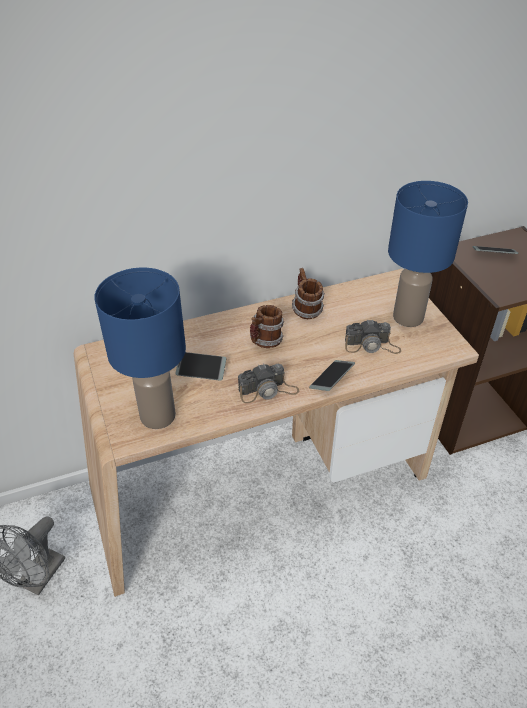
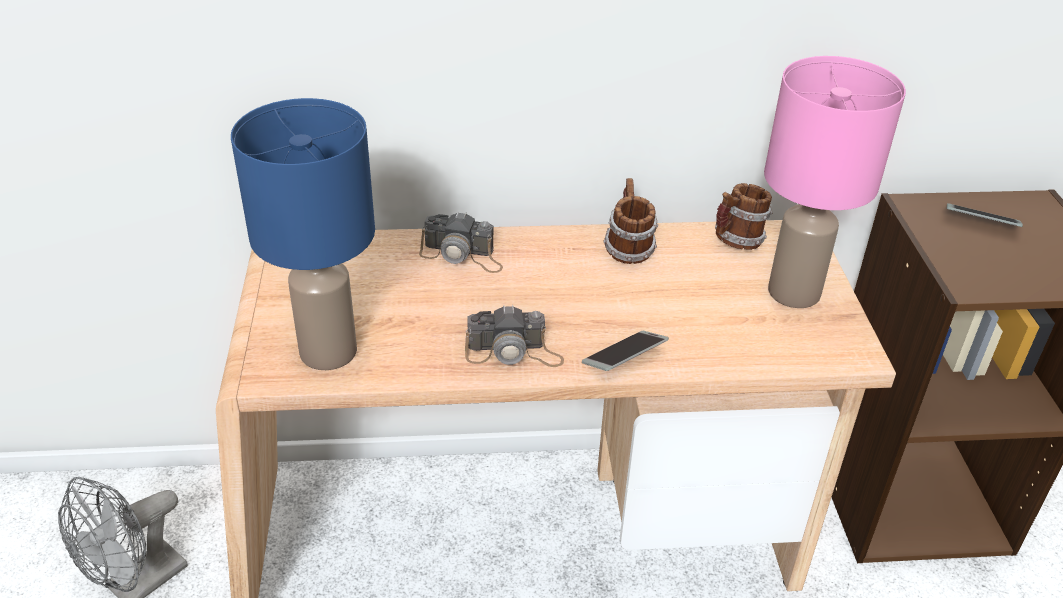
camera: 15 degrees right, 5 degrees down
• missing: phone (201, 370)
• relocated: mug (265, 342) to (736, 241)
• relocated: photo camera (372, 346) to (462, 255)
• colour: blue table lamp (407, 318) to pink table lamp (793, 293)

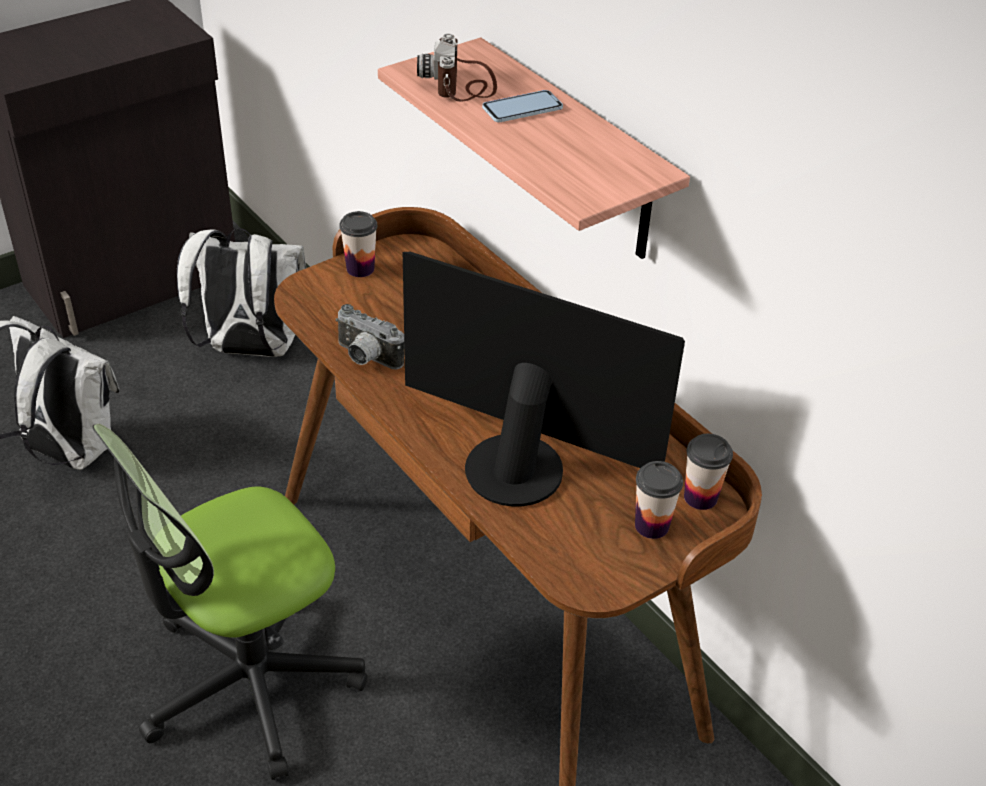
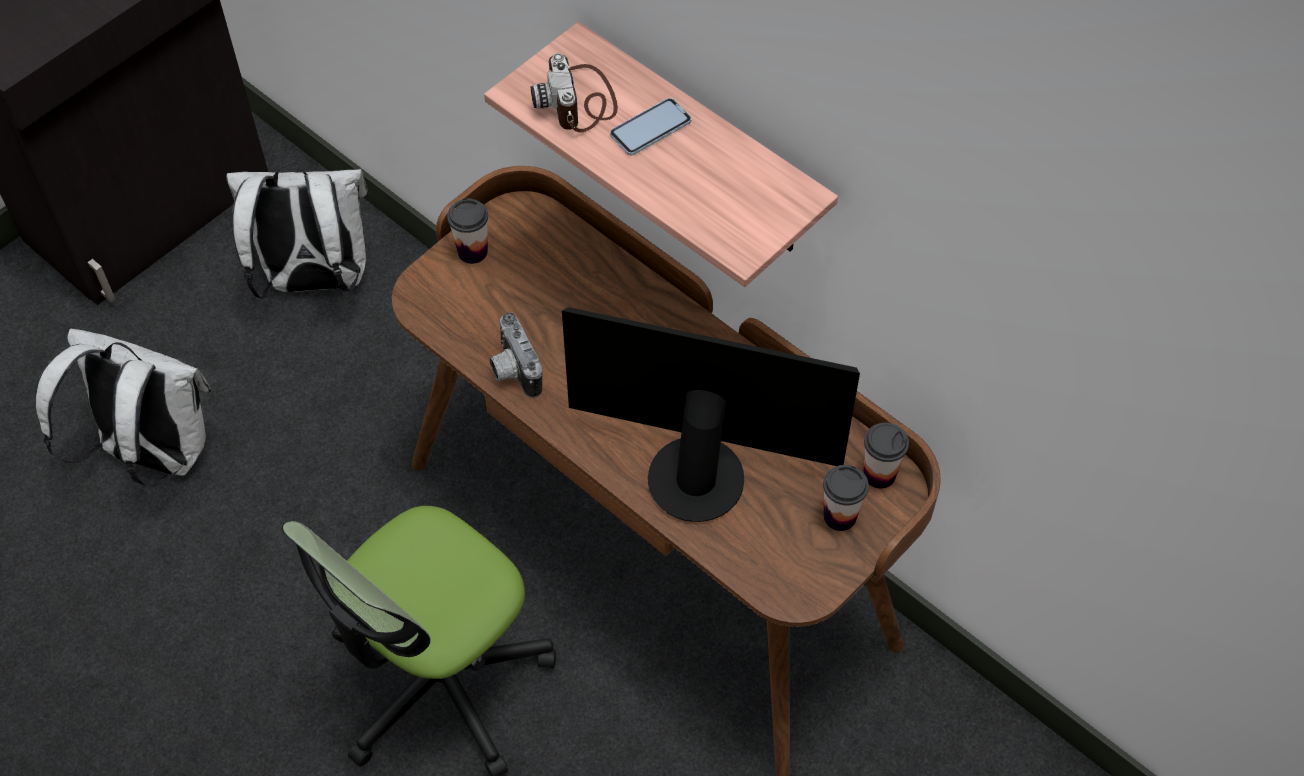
camera: 10 degrees left, 15 degrees up
• spun: photo camera (365, 358) = (512, 370) 45 degrees clockwise

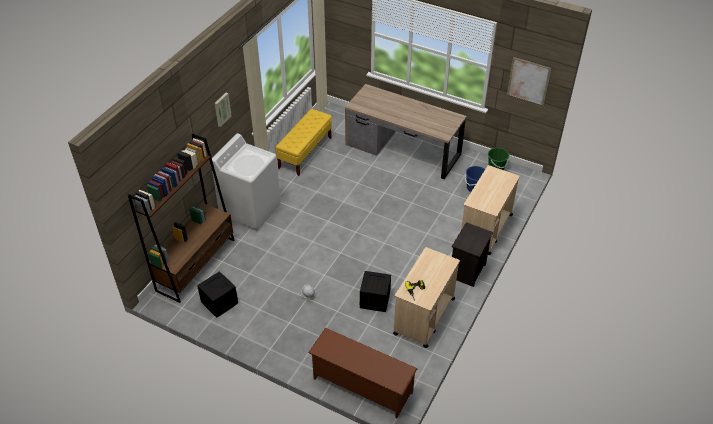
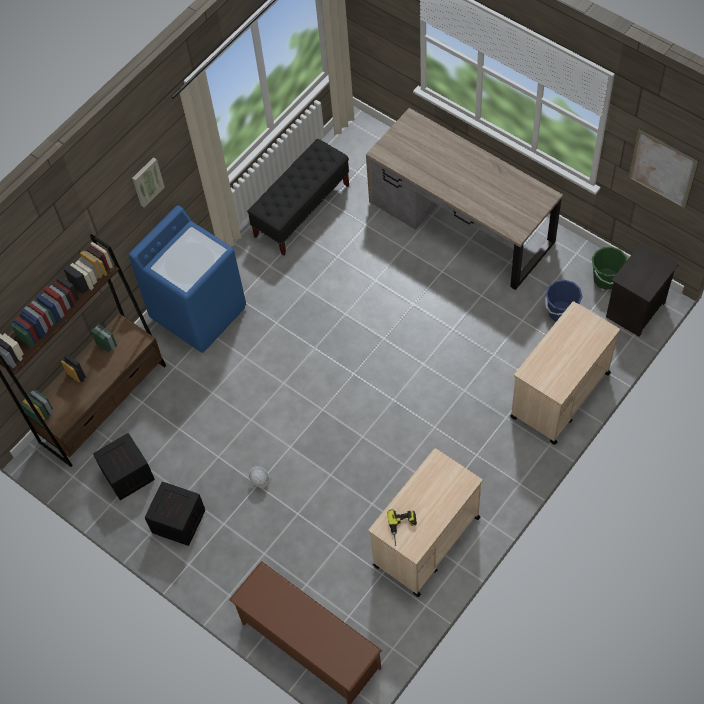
camera: 15 degrees right, 15 degrees up
• colour: white washing machine (251, 210) to blue washing machine (199, 312)
• colour: yellow bench (305, 153) to black bench (302, 211)
• relocated: crate (375, 300) to (179, 522)
• relocated: black nightstand (468, 271) to (636, 311)

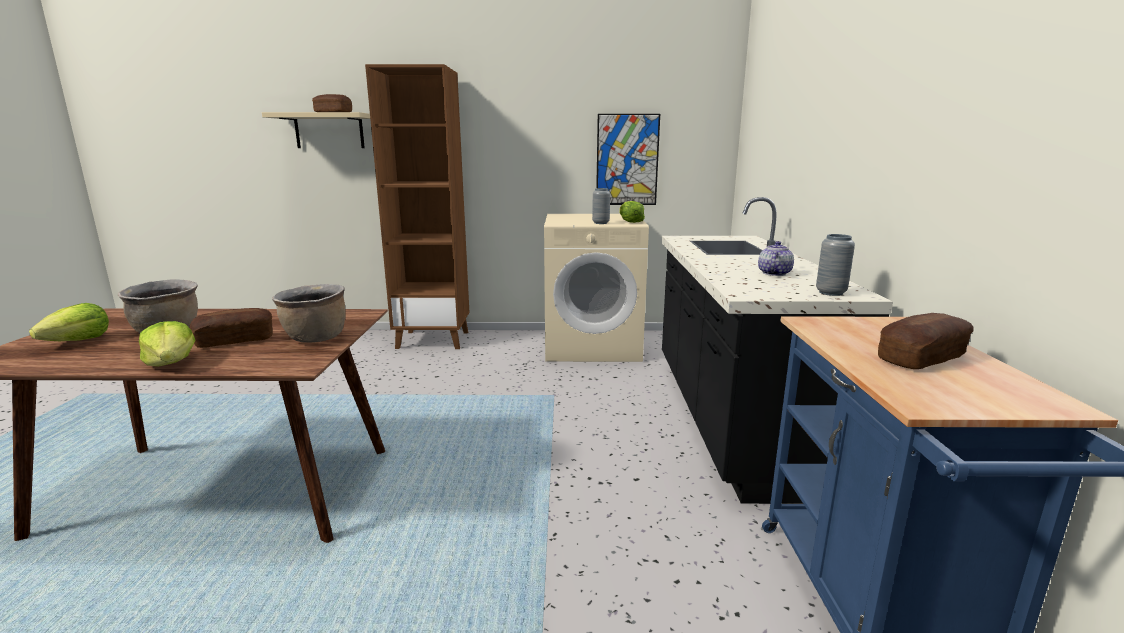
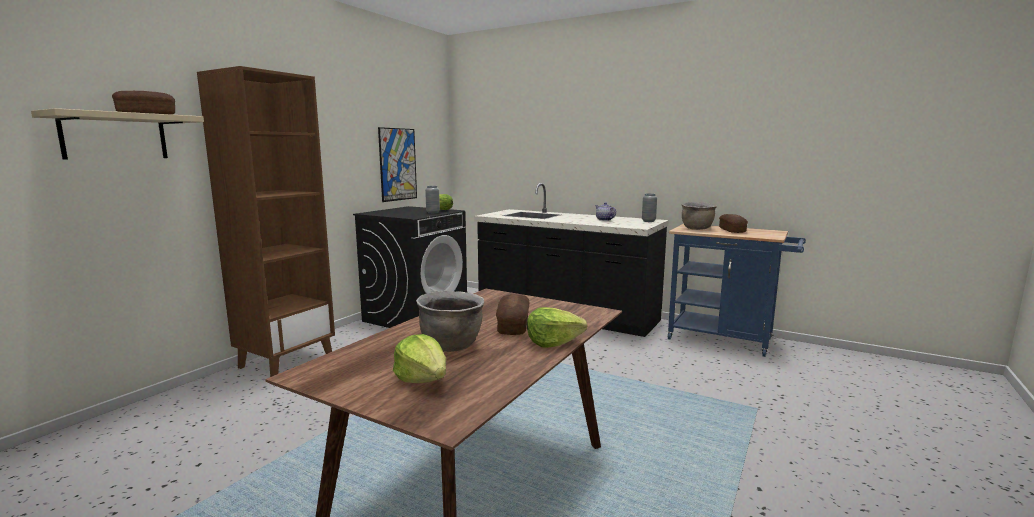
camera: 60 degrees left, 5 degrees down
• relocated: brown cooking pot (315, 338) to (697, 229)
• colour: beige washing machine (592, 346) to black washing machine (416, 316)

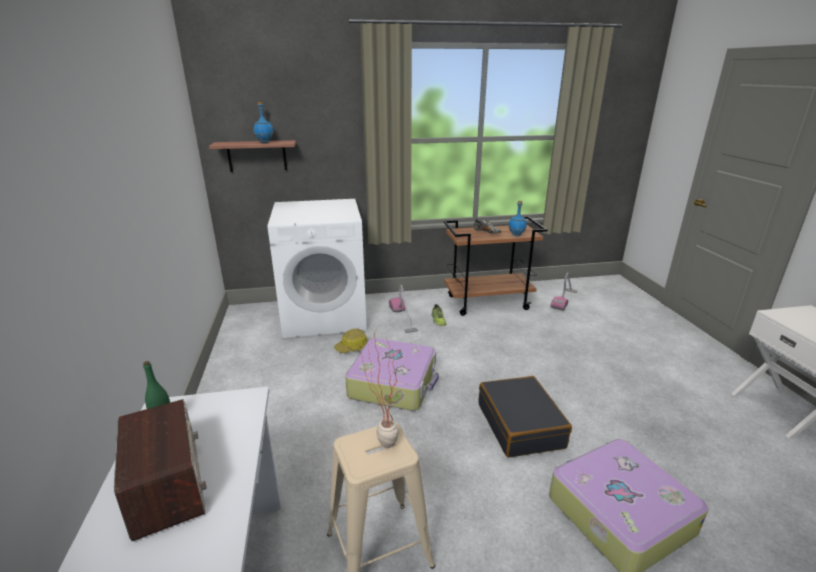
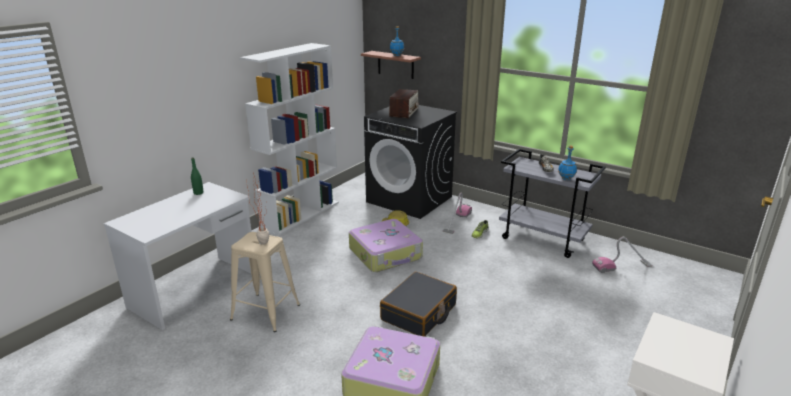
camera: 45 degrees right, 0 degrees up
• relocated: radio (167, 483) to (404, 112)
• colour: white washing machine (325, 315) to black washing machine (410, 199)
• colour: brown cart (488, 302) to grey cart (543, 239)
• appeared: white bookcase (301, 215)

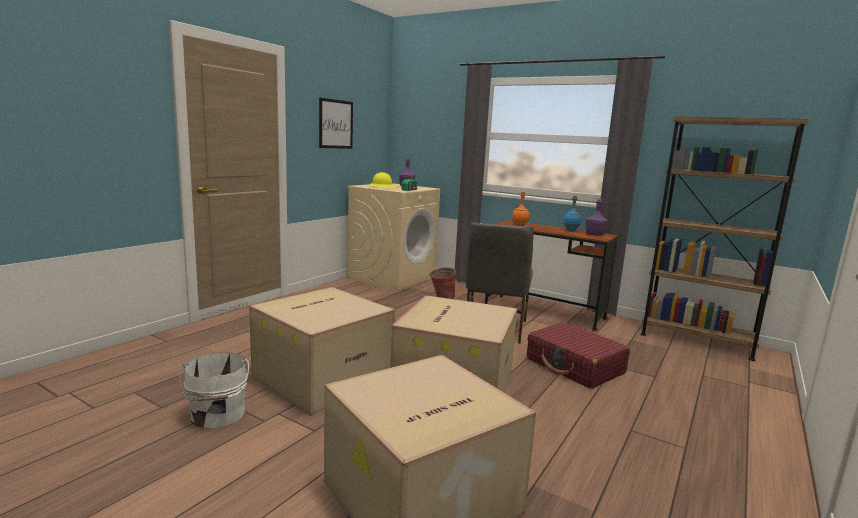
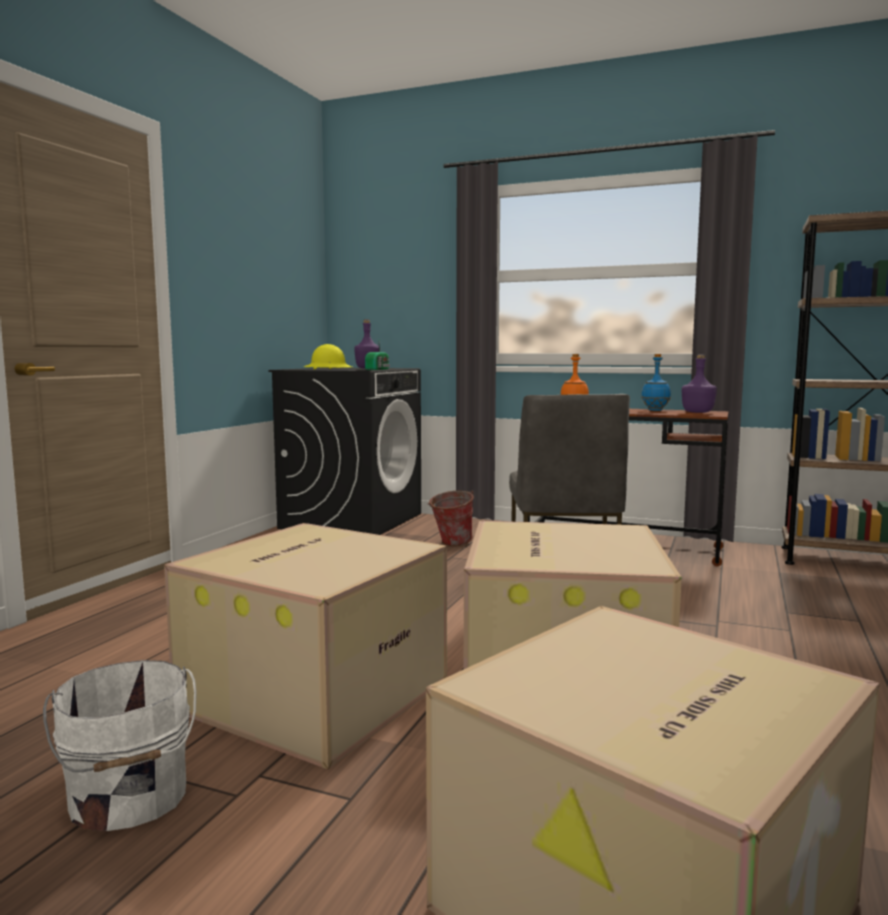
camera: 10 degrees left, 5 degrees down
• missing: picture (336, 124)
• colour: beige washing machine (392, 277) to black washing machine (352, 521)
• missing: red suitcase (575, 366)

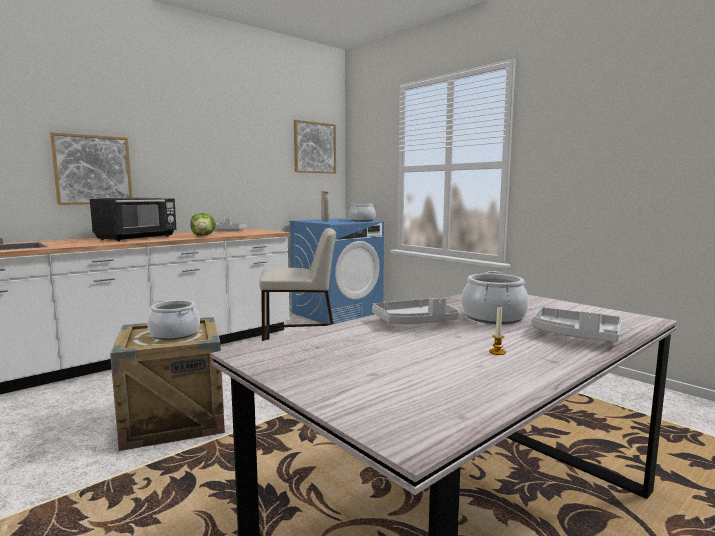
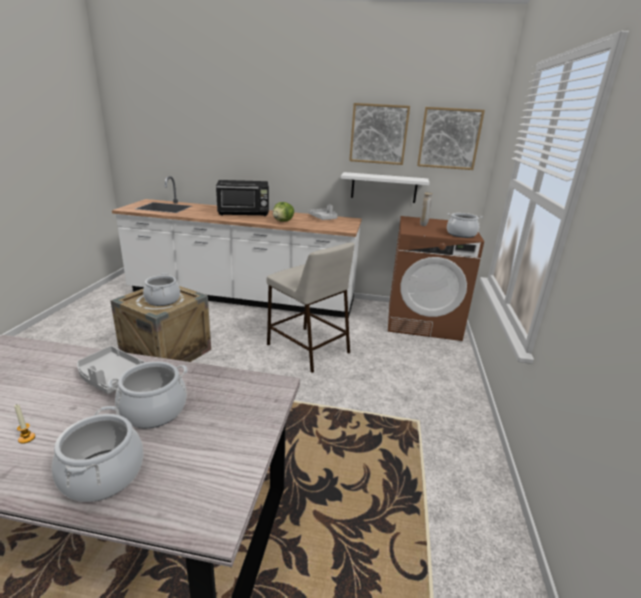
camera: 50 degrees right, 15 degrees up
• relocated: picture (93, 170) to (378, 134)
• colour: blue washing machine (337, 313) to brown washing machine (423, 321)
• exchanged: grey tray (575, 335) to cooking pot (102, 475)
• appeared: white shelf (384, 187)

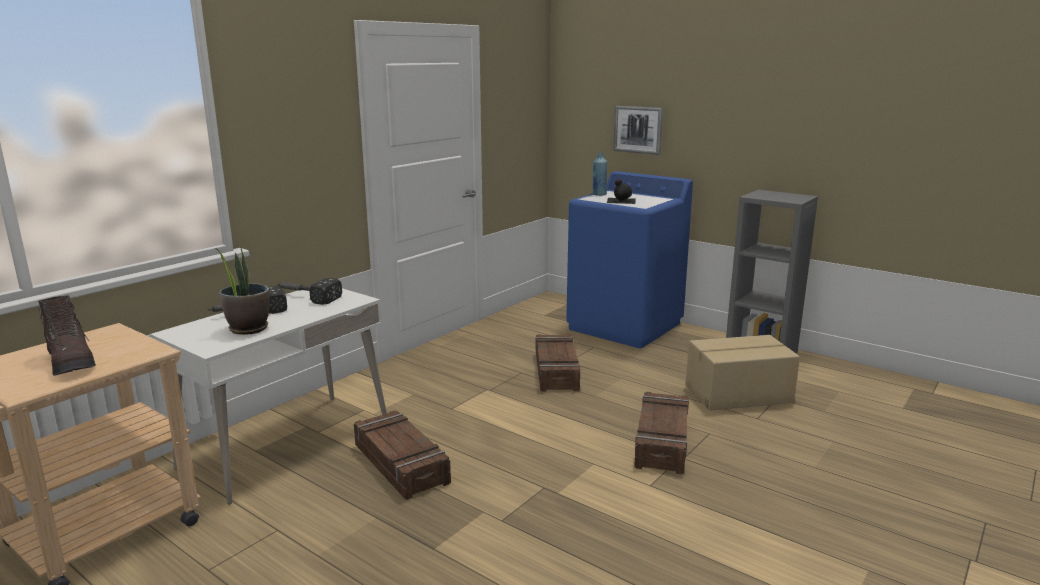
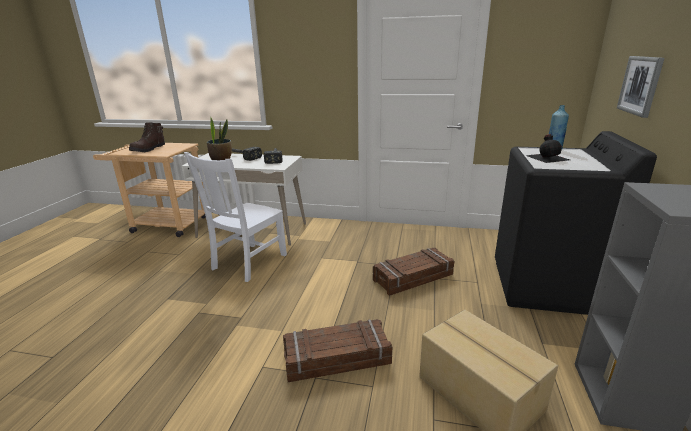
camera: 65 degrees right, 5 degrees up
• exchanged: crate (400, 464) to white chair (247, 263)
• colour: blue washing machine (625, 326) to black washing machine (545, 286)

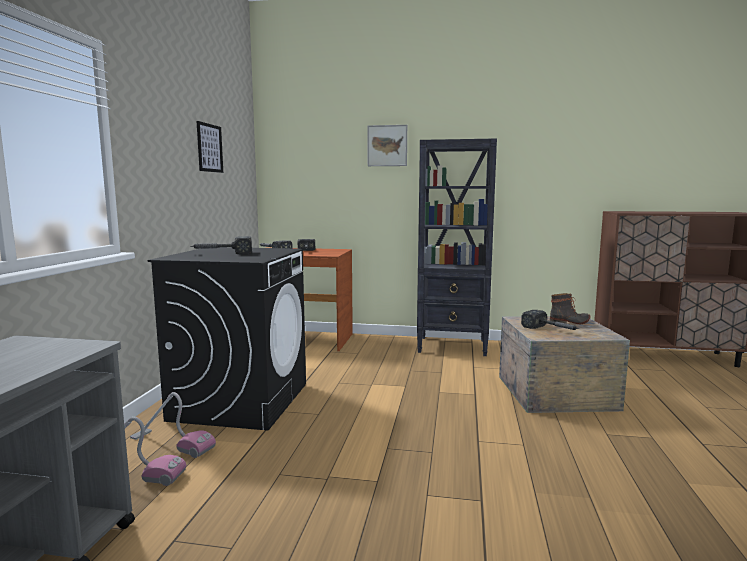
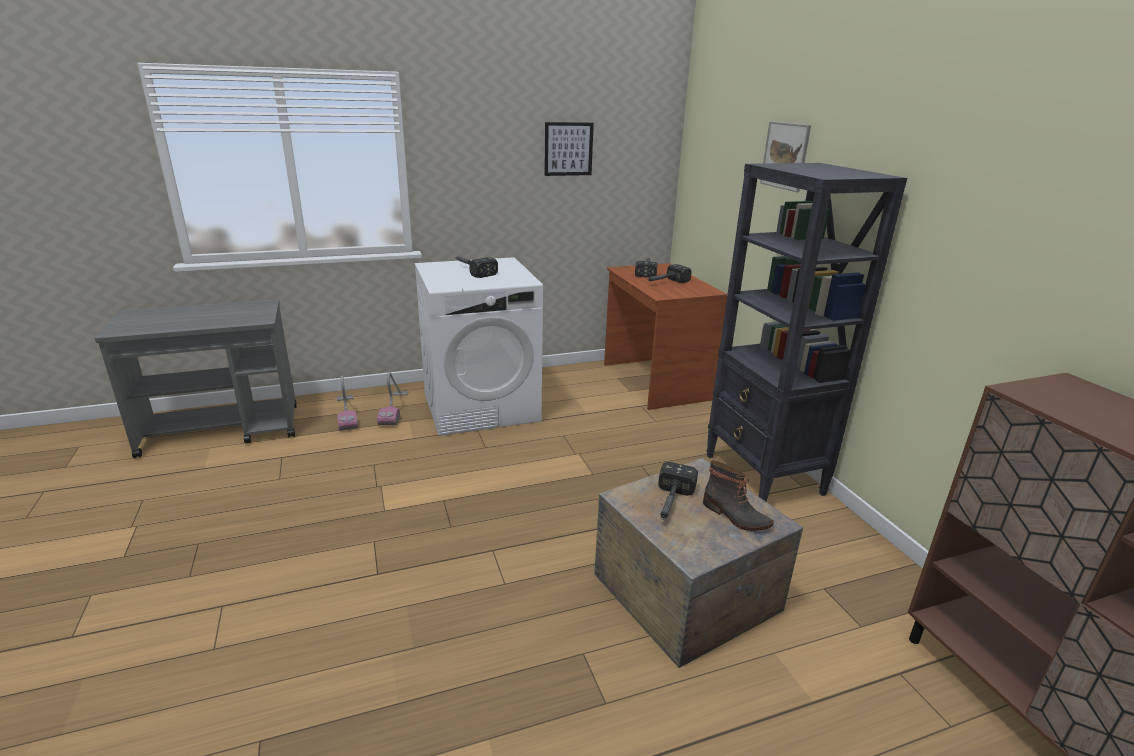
camera: 60 degrees right, 15 degrees up
• colour: black washing machine (241, 401) to white washing machine (481, 406)

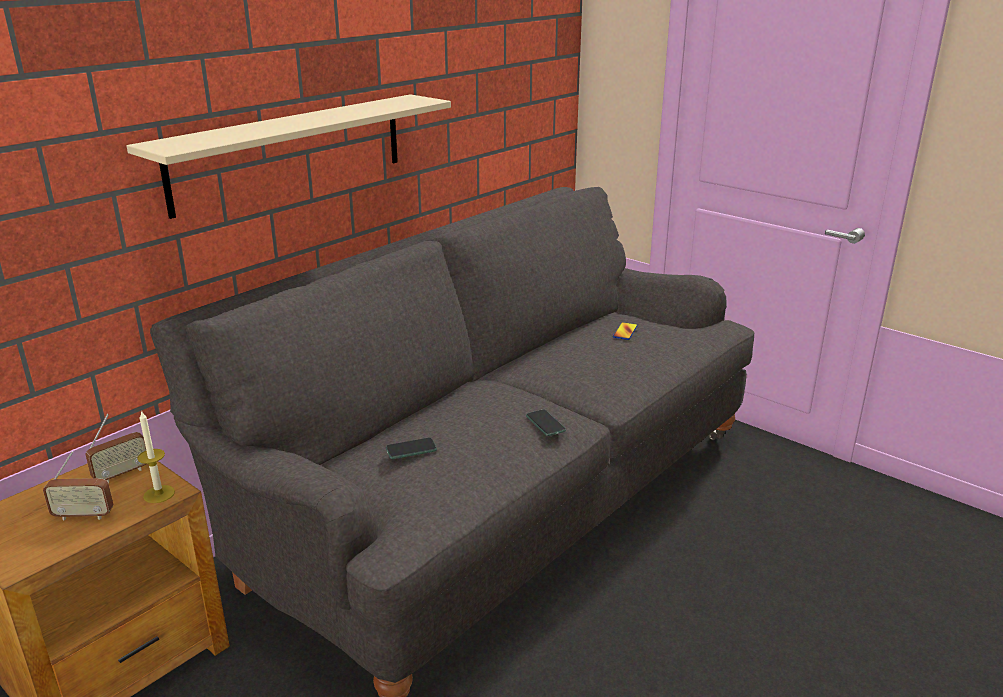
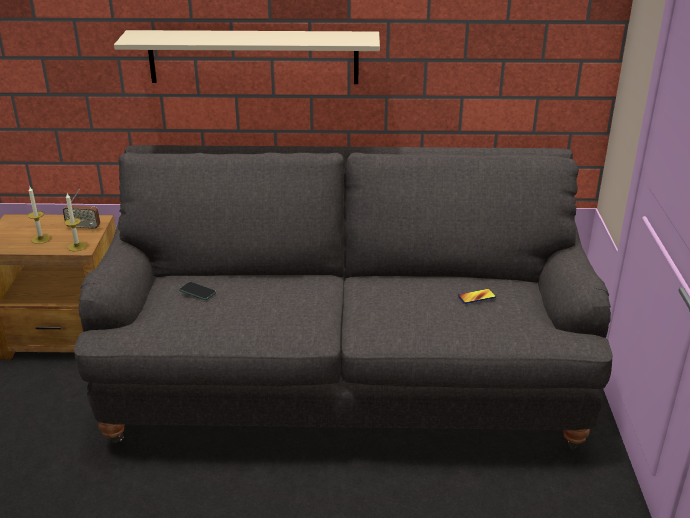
camera: 50 degrees right, 5 degrees up
• exchanged: radio (83, 515) to candle (41, 239)
• missing: phone (545, 423)

